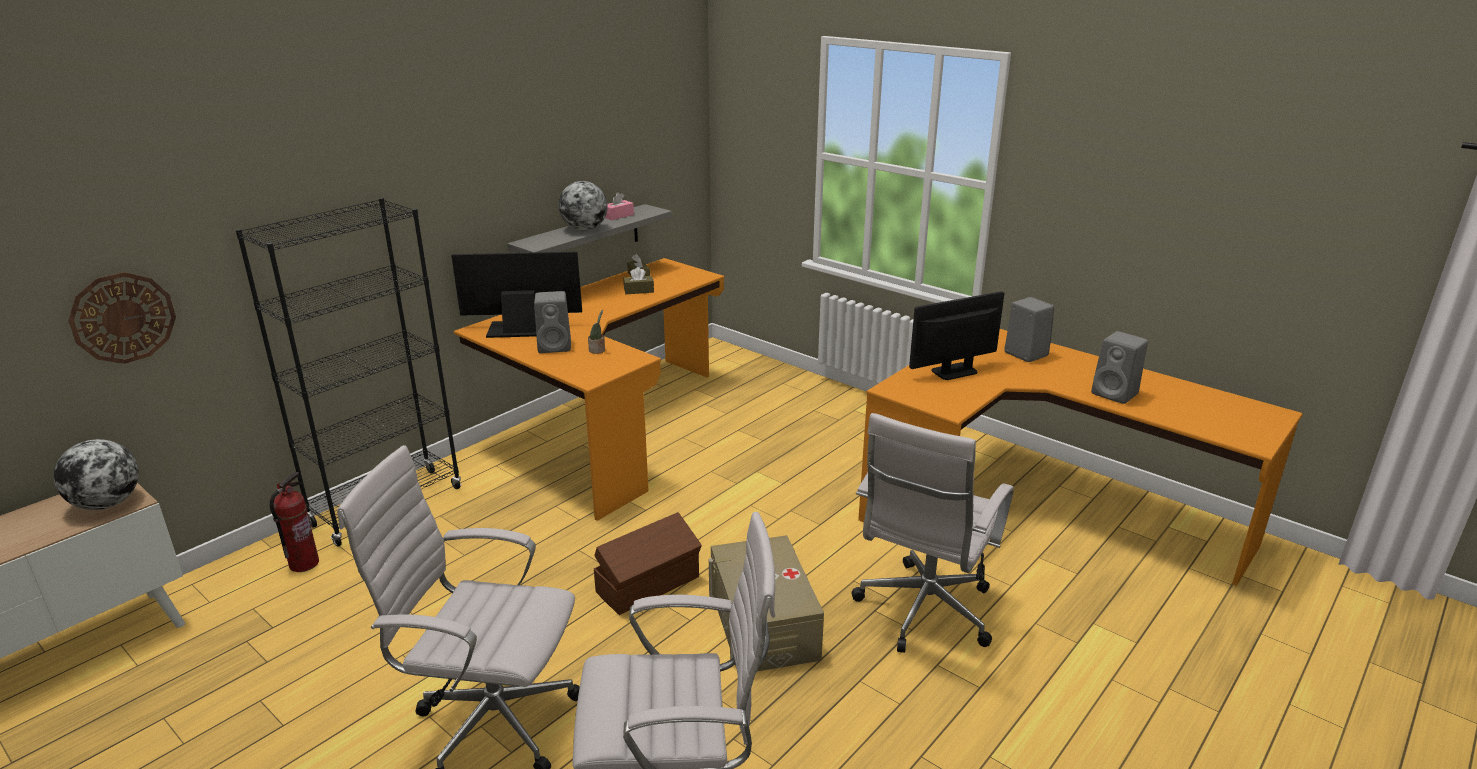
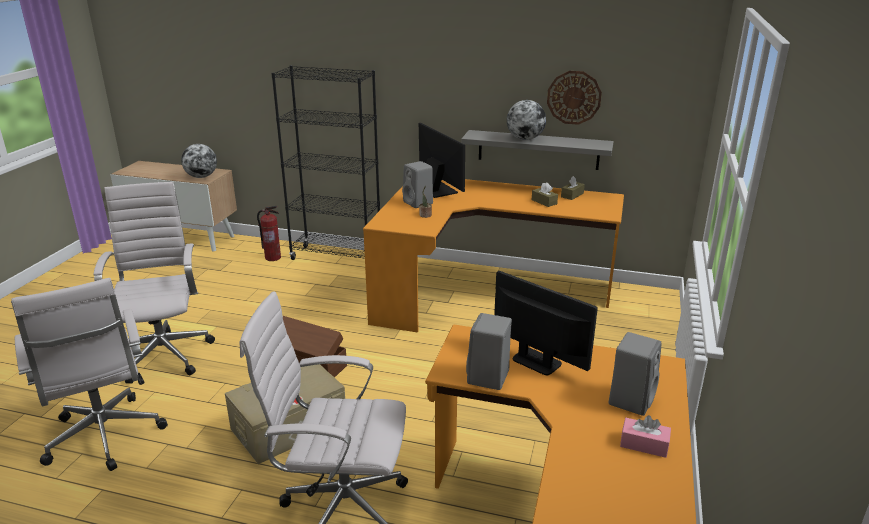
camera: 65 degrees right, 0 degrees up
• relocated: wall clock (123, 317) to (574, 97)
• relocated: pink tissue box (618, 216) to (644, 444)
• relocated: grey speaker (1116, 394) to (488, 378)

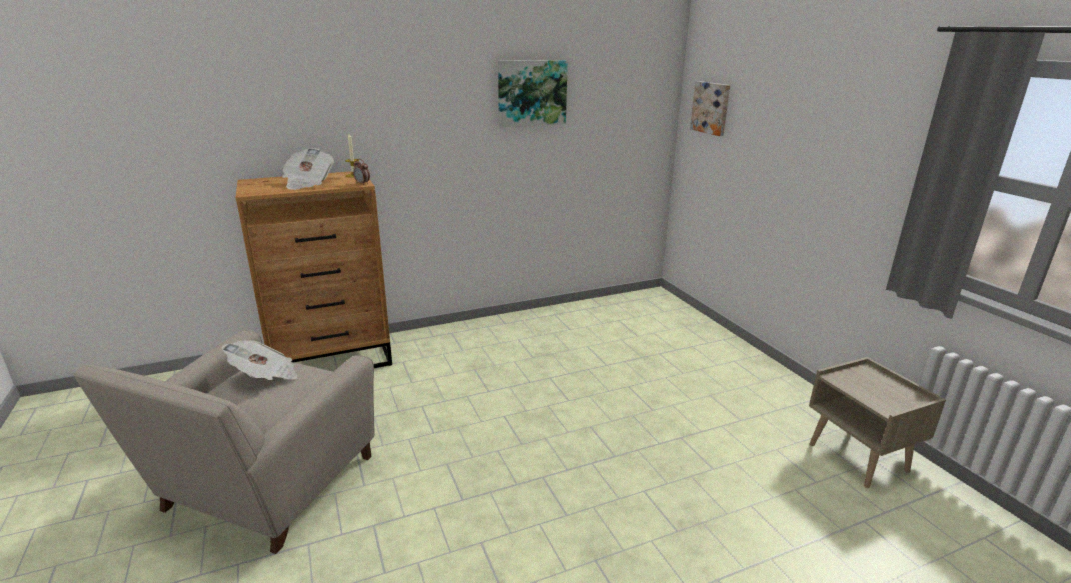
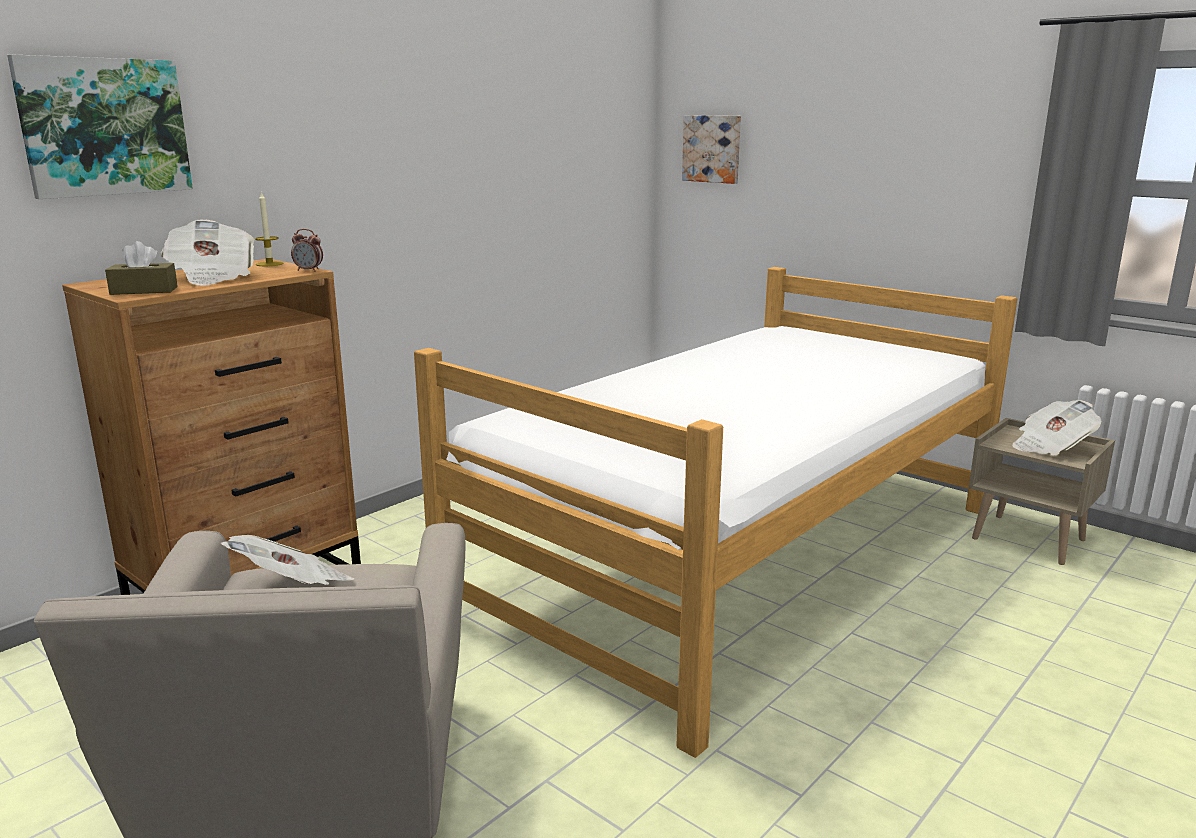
camera: 25 degrees left, 5 degrees down
• relocated: picture (532, 93) to (104, 127)
• appeared: brown tissue box (144, 290)
• appeared: bed (741, 556)
• appeared: newspaper (1050, 447)

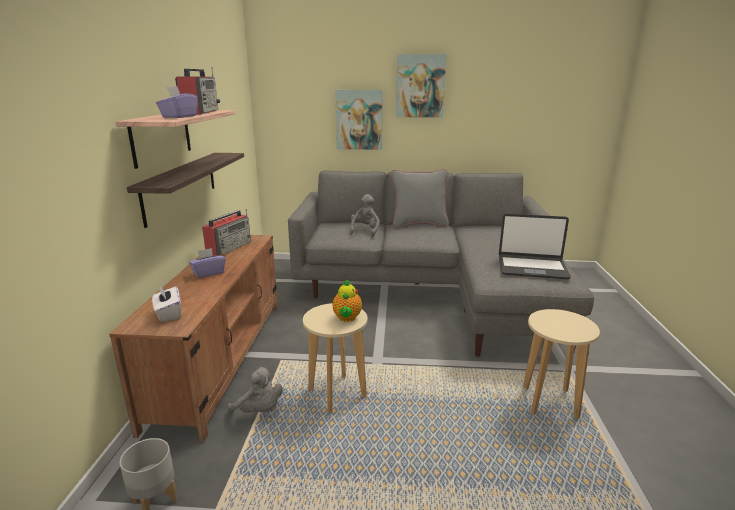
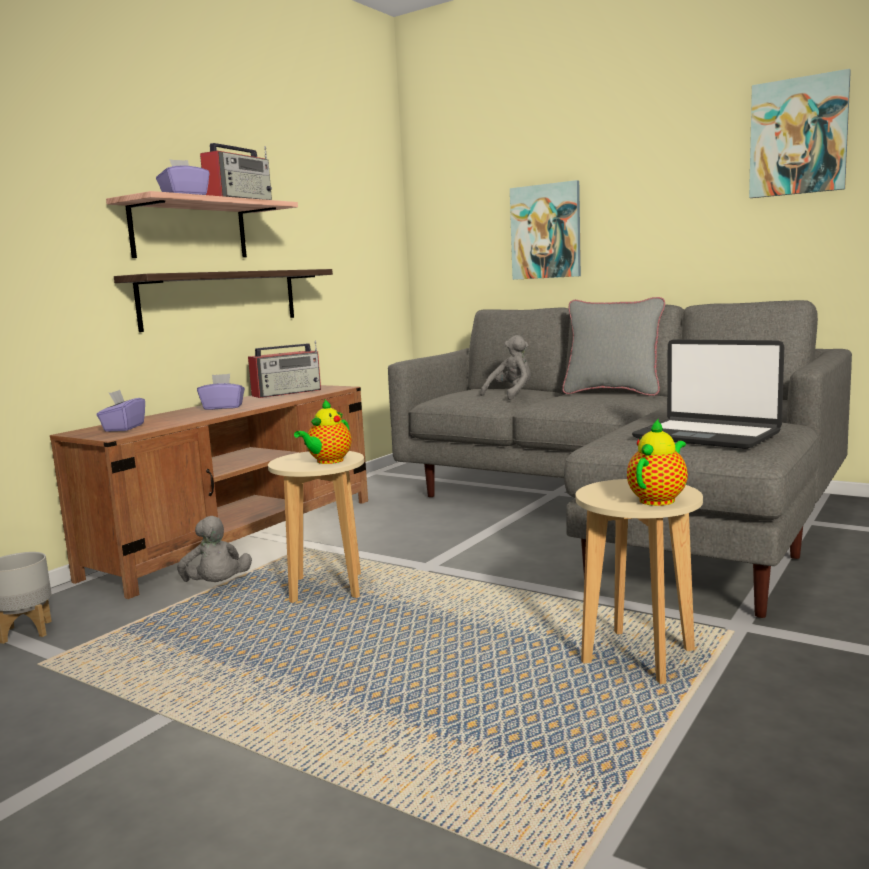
camera: 30 degrees right, 10 degrees down
• colour: white tissue box (168, 314) to purple tissue box (123, 428)
• relocated: picture (420, 86) to (798, 137)
• appeared: teapot (659, 499)

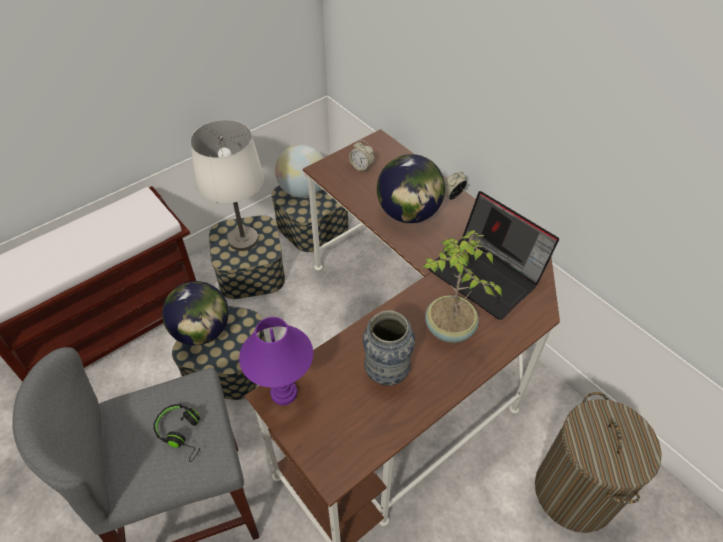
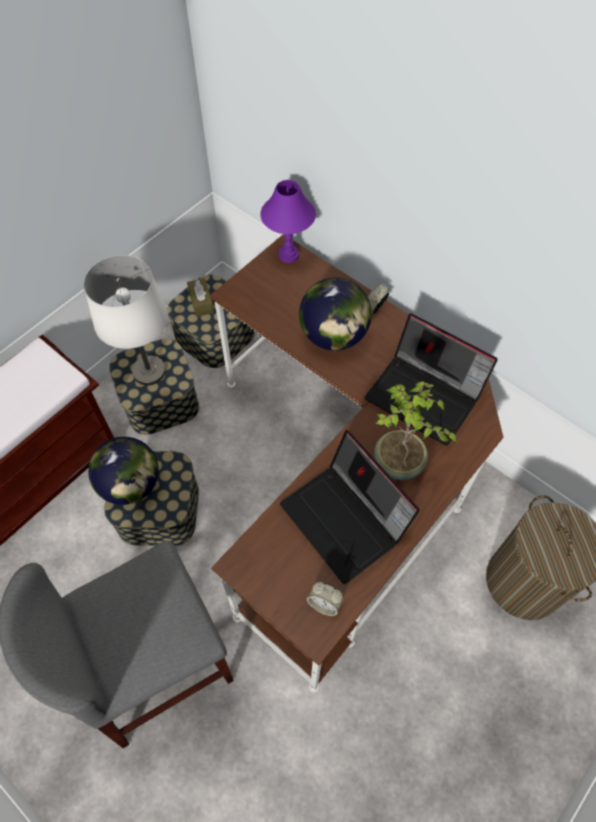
camera: 10 degrees left, 10 degrees up
• missing: black headphones (182, 433)
• relocated: purple table lamp (284, 393) to (288, 255)
• exchanged: globe (303, 190) to brown tissue box (201, 302)
• relocated: alarm clock (361, 167) to (324, 603)
• exchanged: vase (386, 372) to laptop (345, 520)

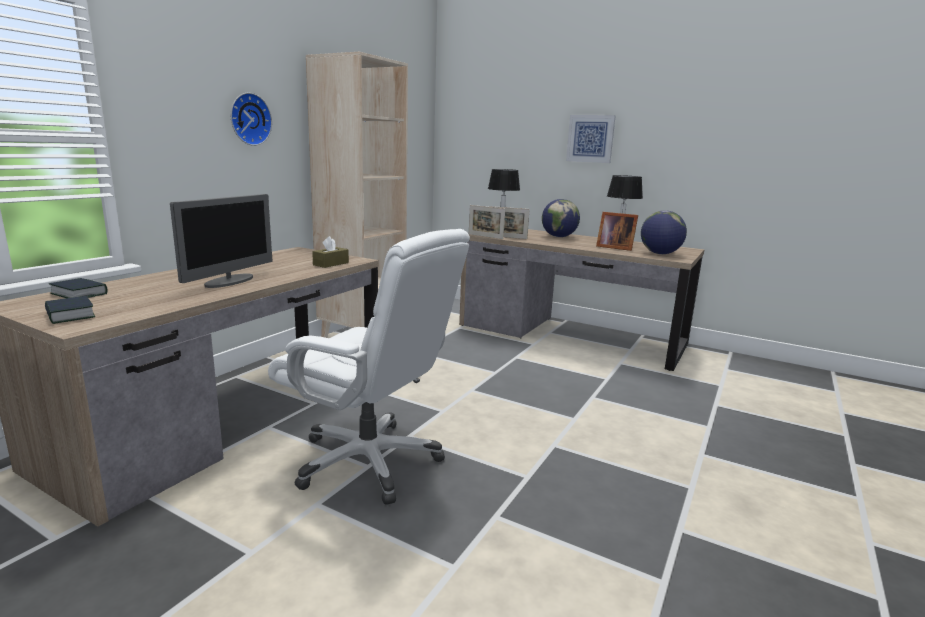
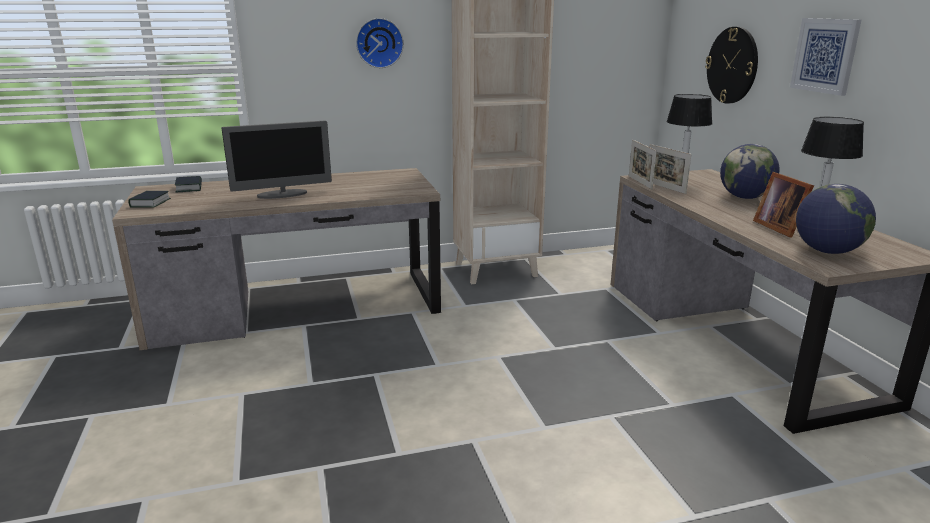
camera: 45 degrees right, 5 degrees up
• missing: white office chair (369, 461)
• missing: brown tissue box (331, 264)
• appeared: wall clock (732, 65)

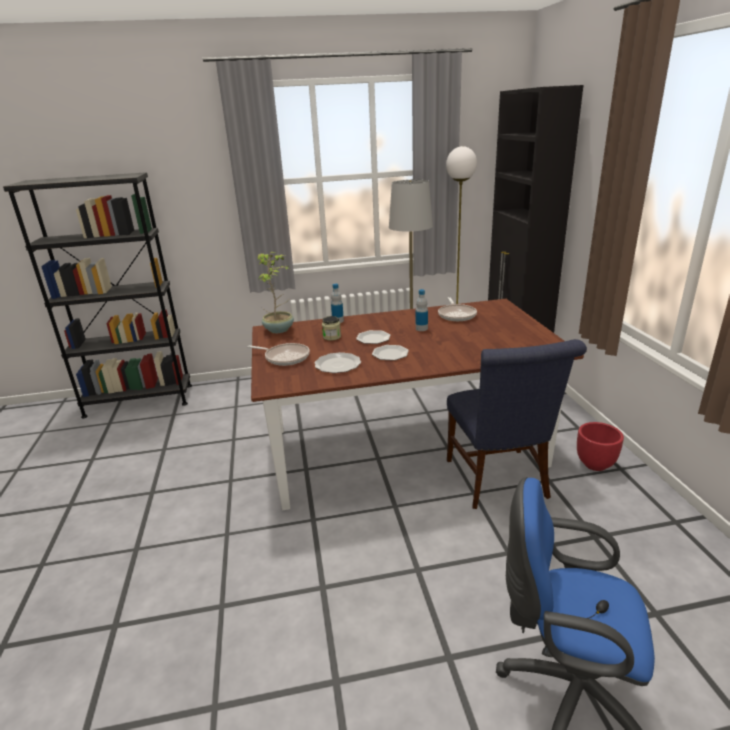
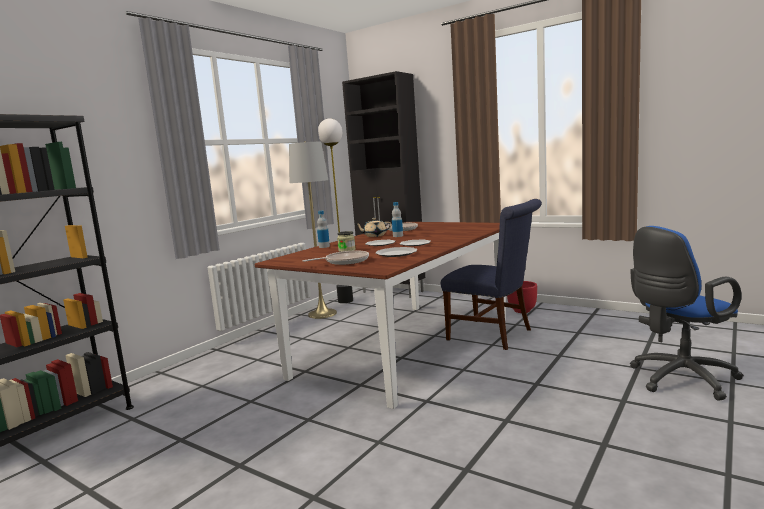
camera: 45 degrees left, 15 degrees down
• missing: potted plant (279, 329)
• appeared: beige teapot (374, 236)

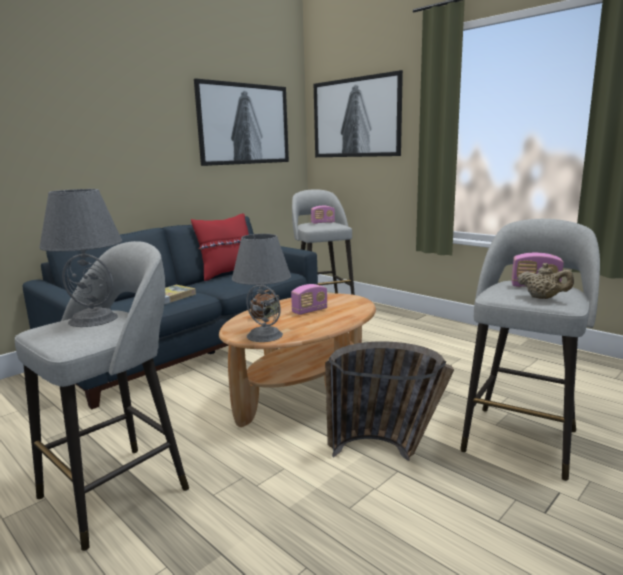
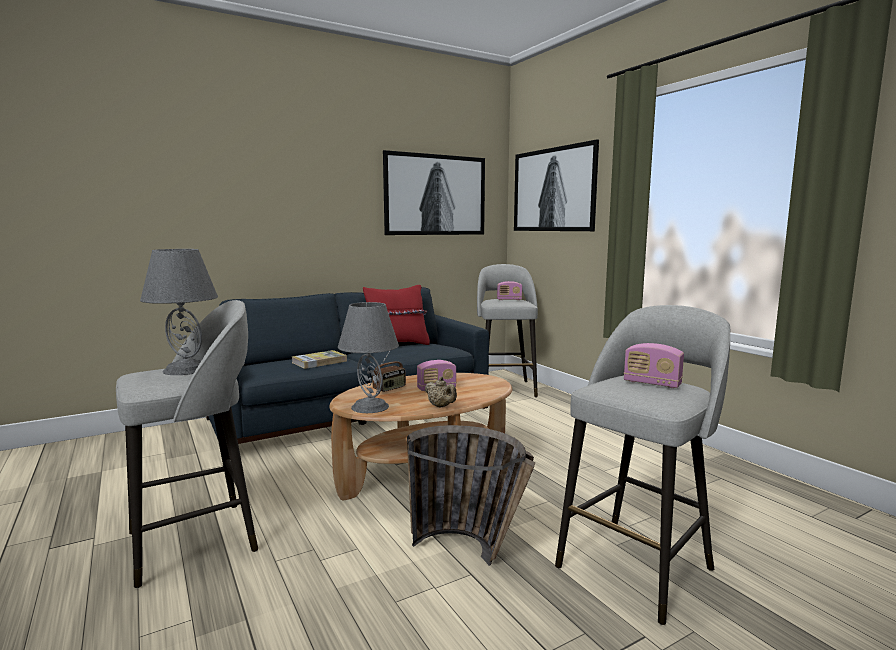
camera: 15 degrees right, 5 degrees down
• relocated: beige teapot (543, 298) to (441, 406)

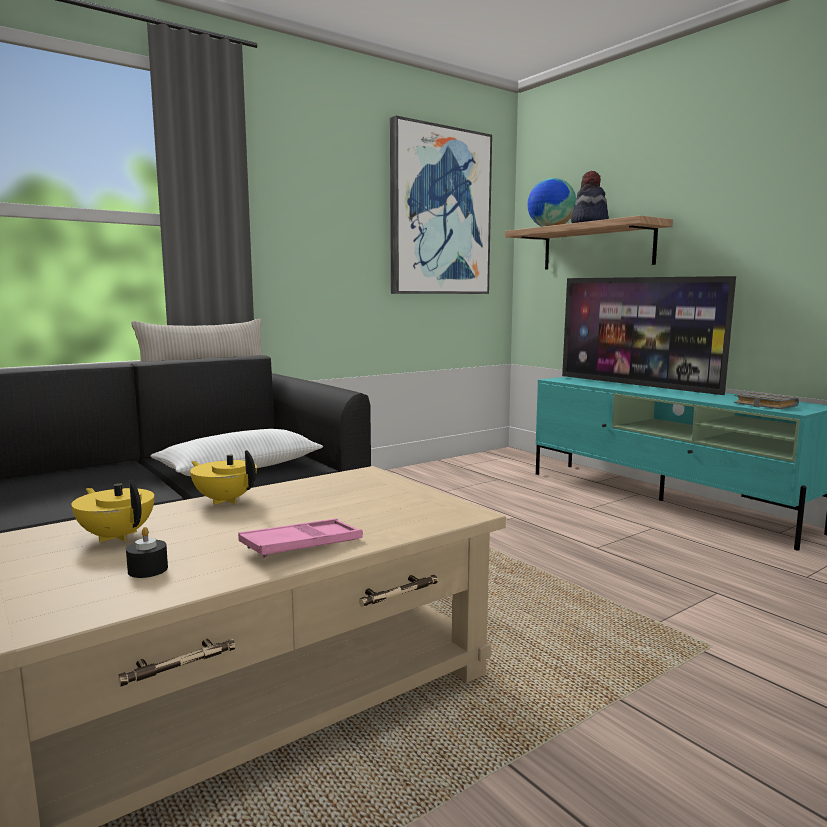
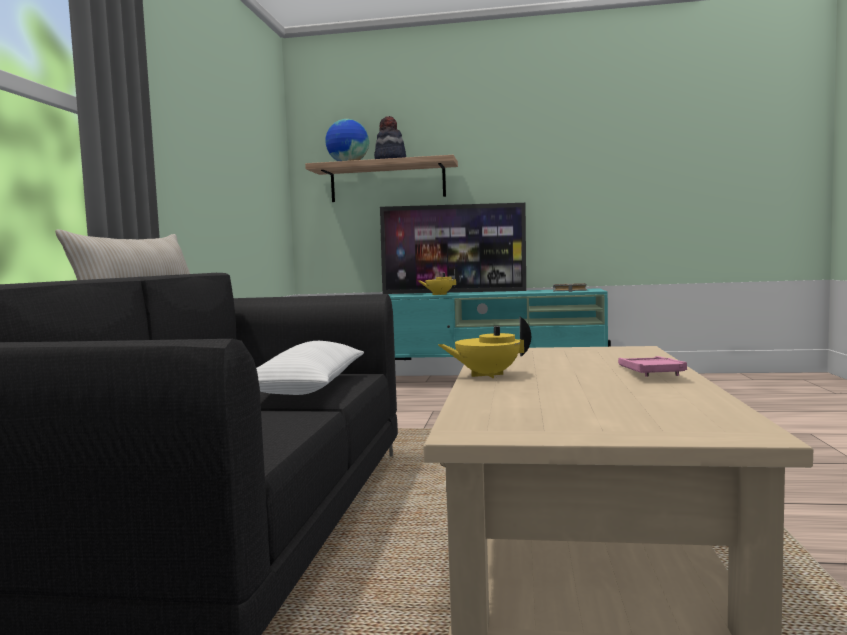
camera: 45 degrees left, 5 degrees down
• relocated: yellow teapot (117, 536) to (439, 294)
• missing: black candle (148, 570)
• missing: picture (439, 212)

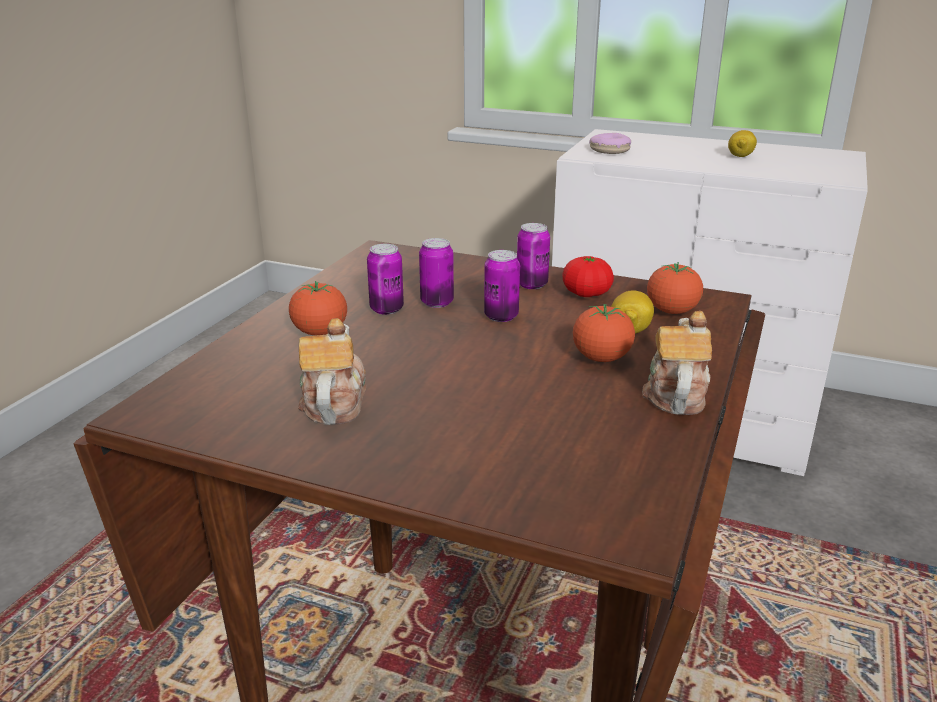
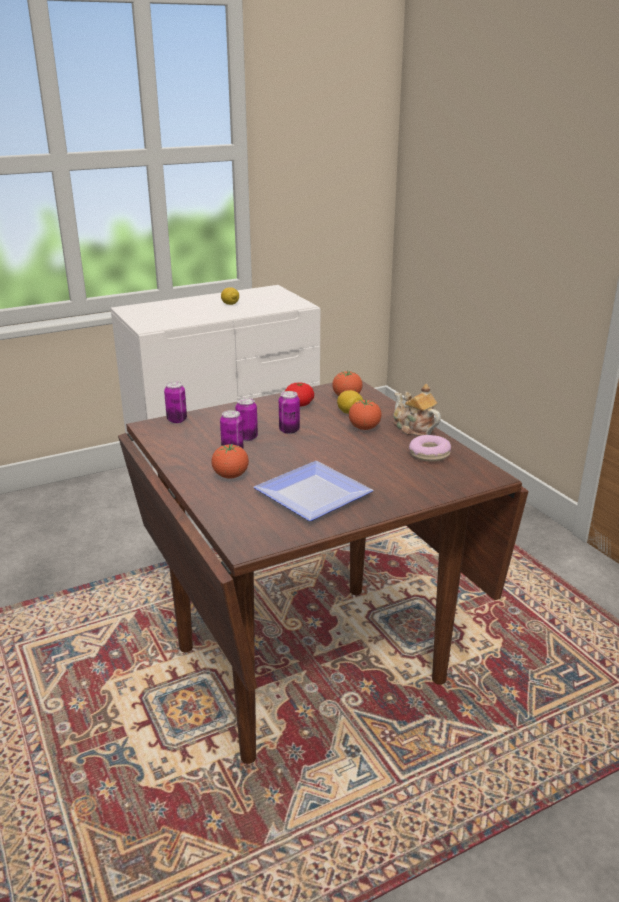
camera: 50 degrees left, 0 degrees up
• exchanged: teapot (333, 403) to plate (313, 496)
• relocated: can (532, 284) to (177, 420)
• relocated: donut (609, 150) to (429, 454)

